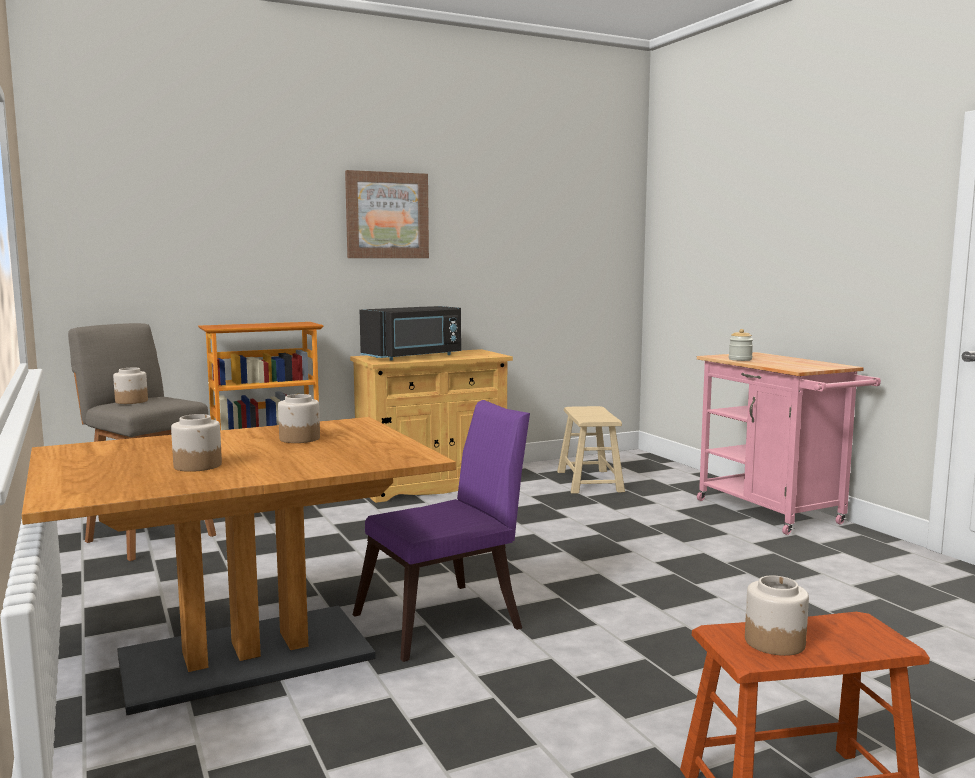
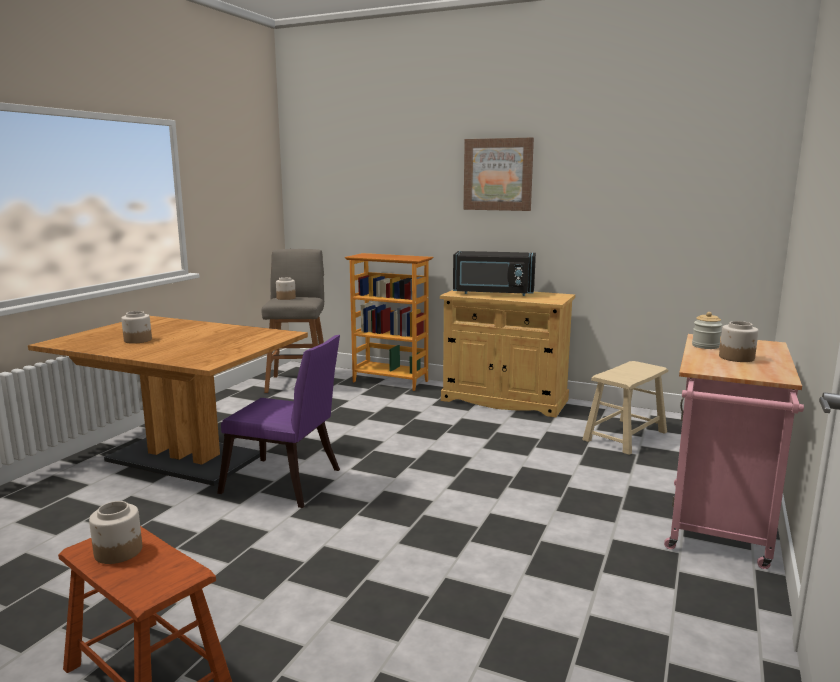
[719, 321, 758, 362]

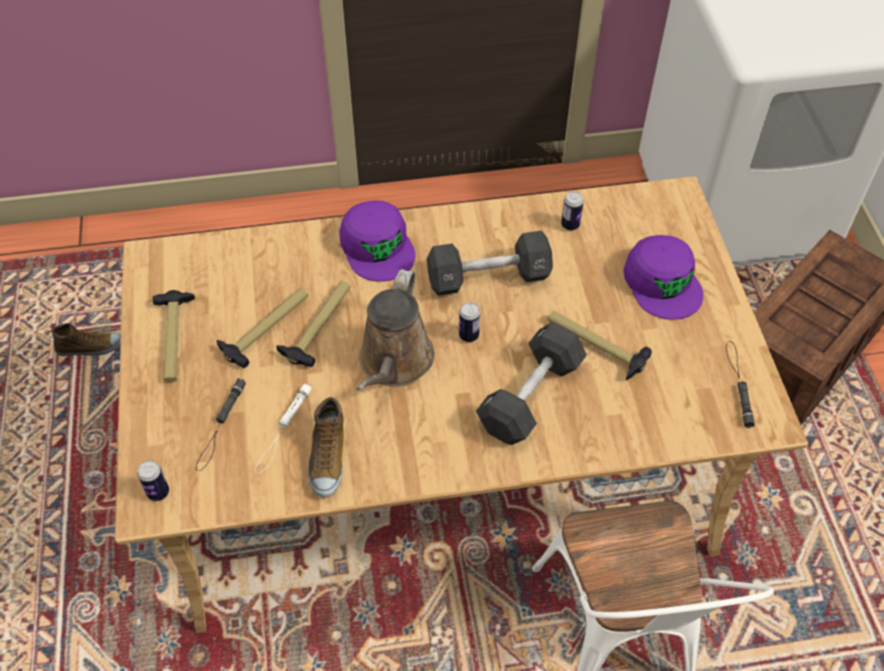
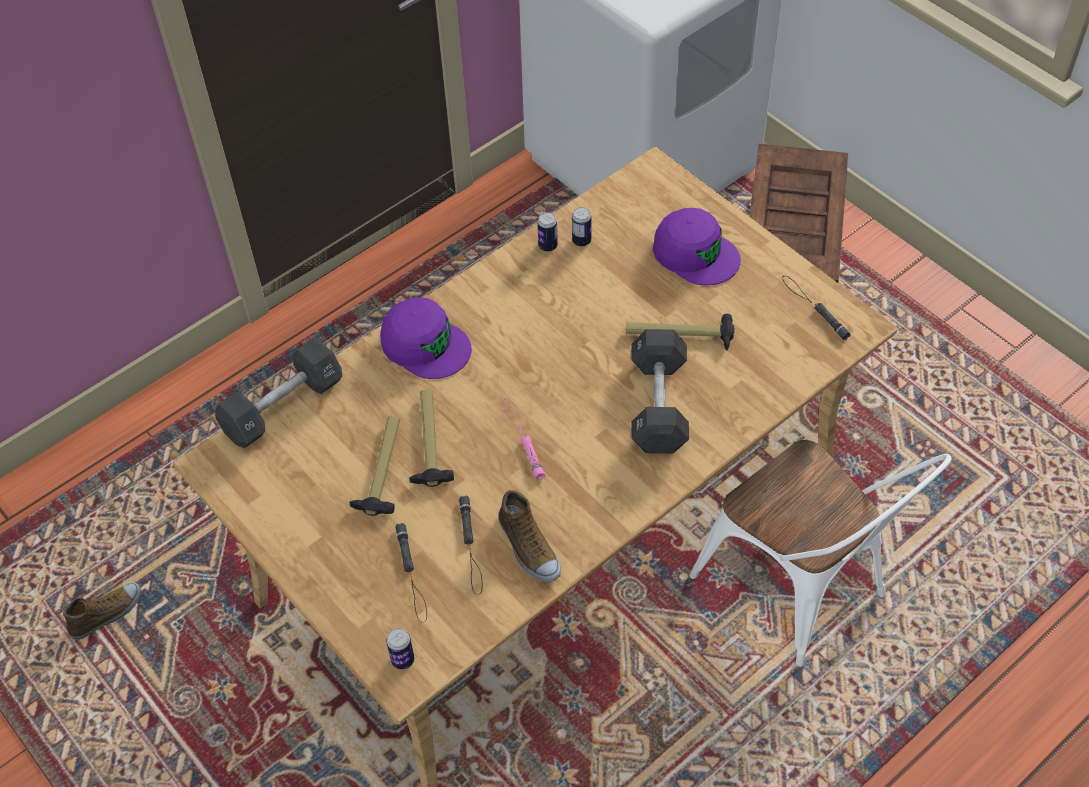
[215, 338, 342, 448]
[503, 398, 545, 480]
[153, 290, 195, 382] (first image)
[537, 212, 558, 252]
[459, 496, 483, 595]

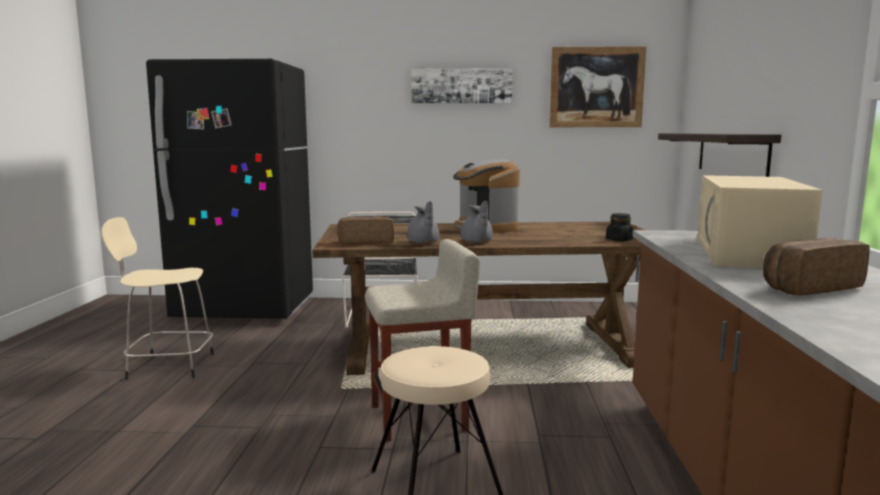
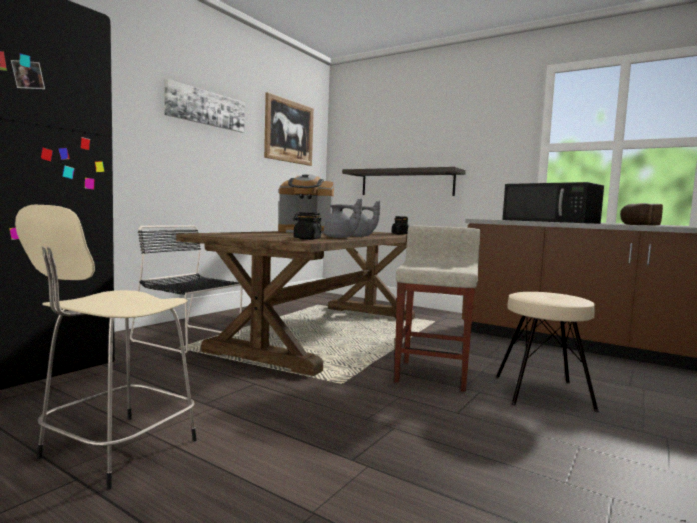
[503, 182, 604, 224]
[293, 212, 322, 240]

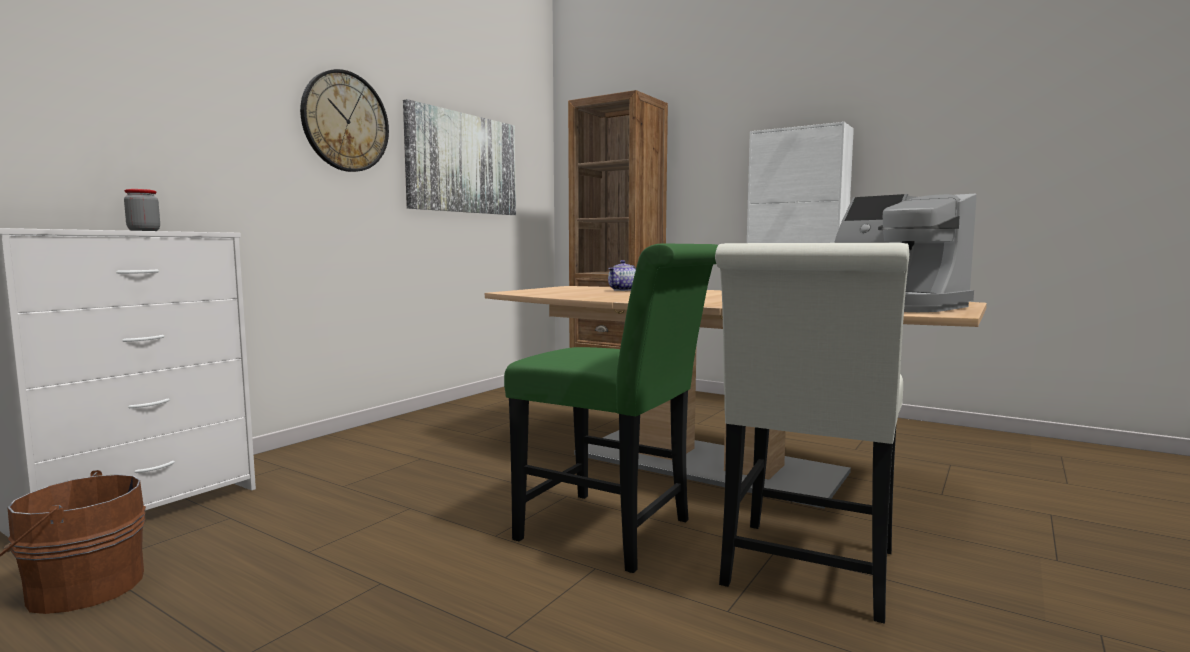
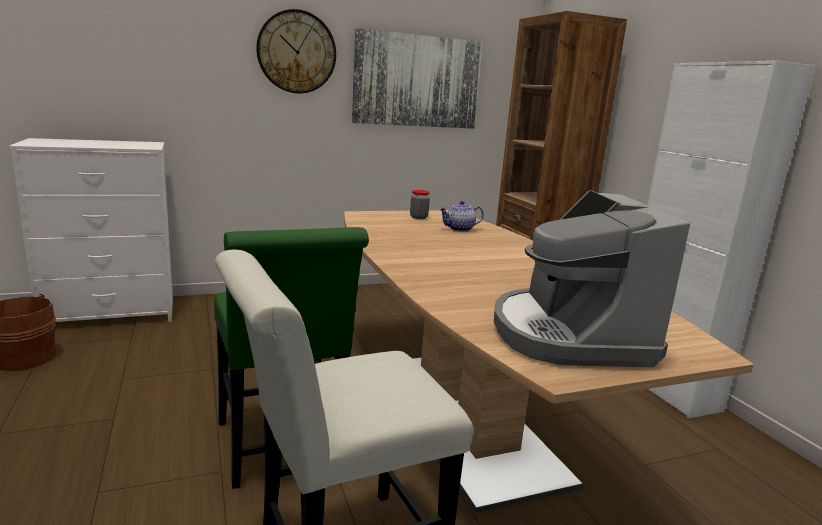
[410, 190, 430, 219]

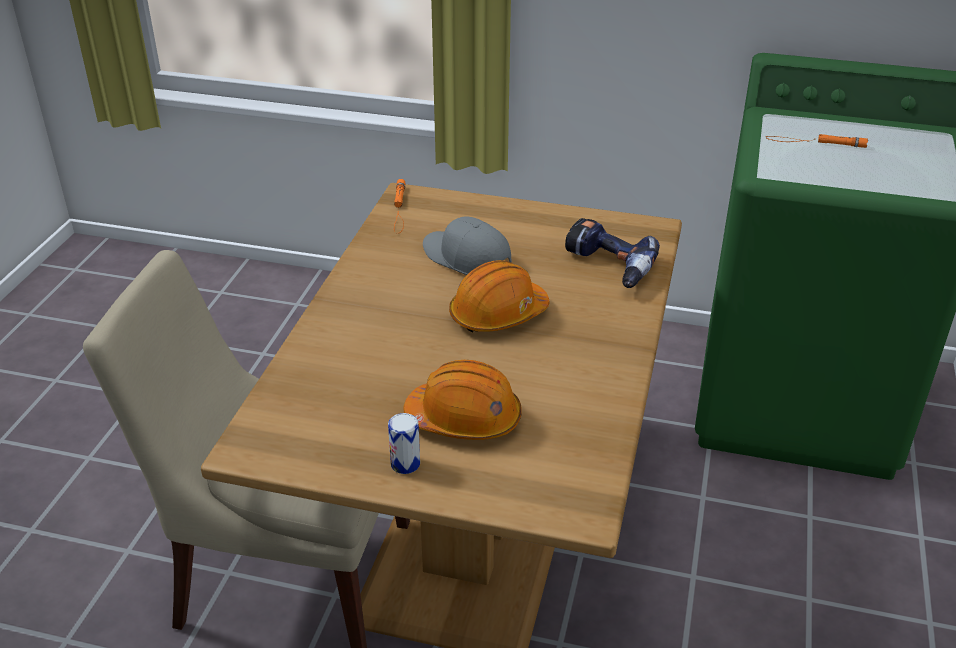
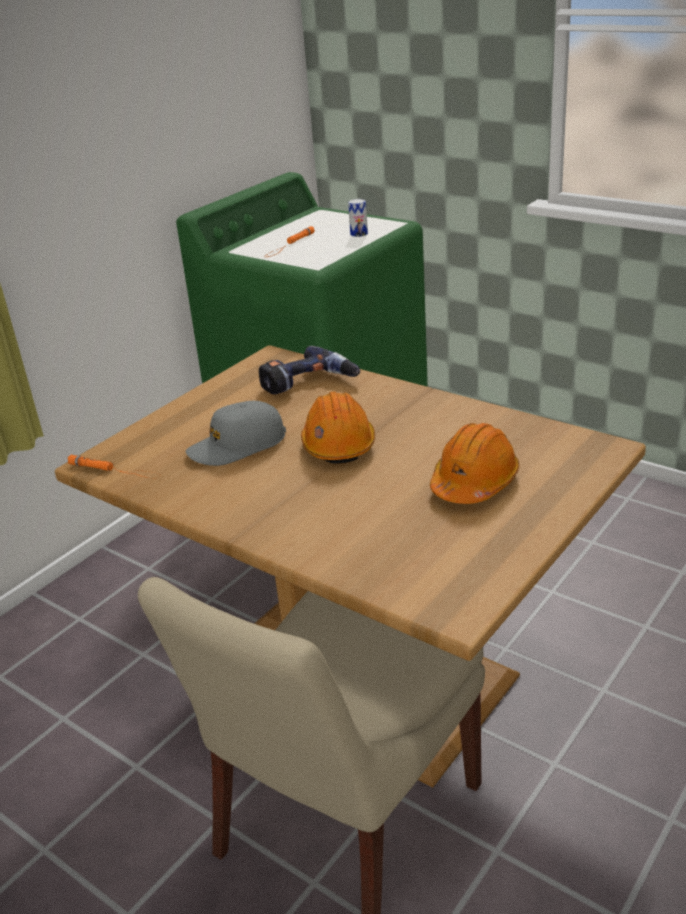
[348, 199, 368, 237]

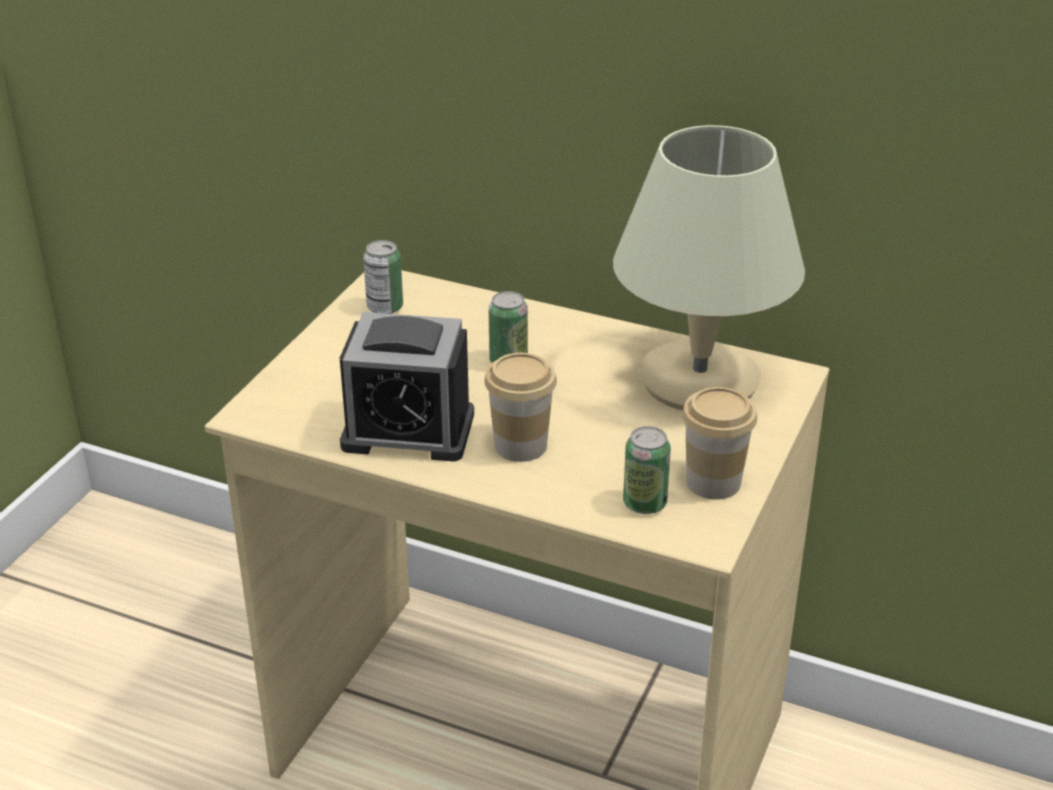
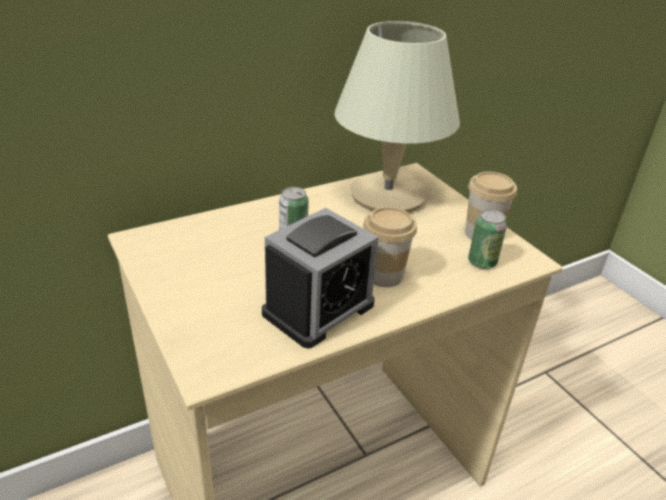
[363, 240, 403, 314] (first image)

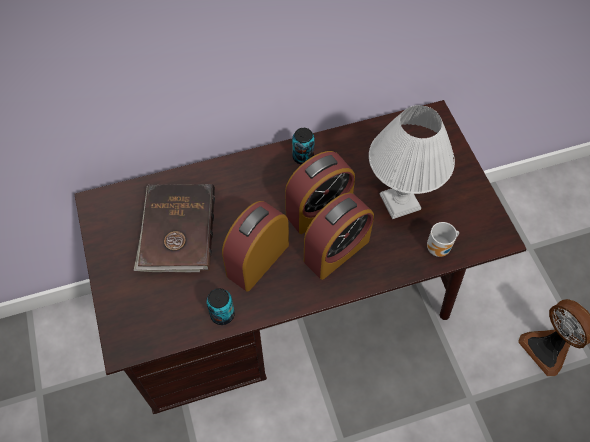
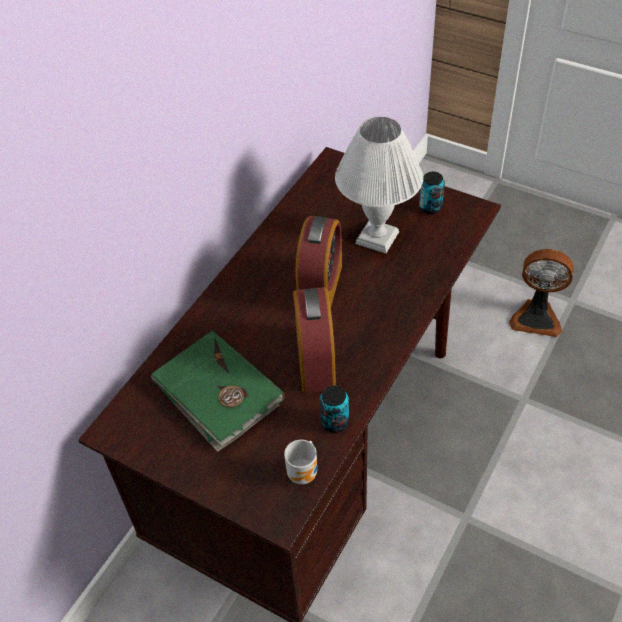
[419, 172, 445, 214]
[150, 330, 284, 452]
[304, 193, 374, 280] (first image)
[284, 440, 317, 485]

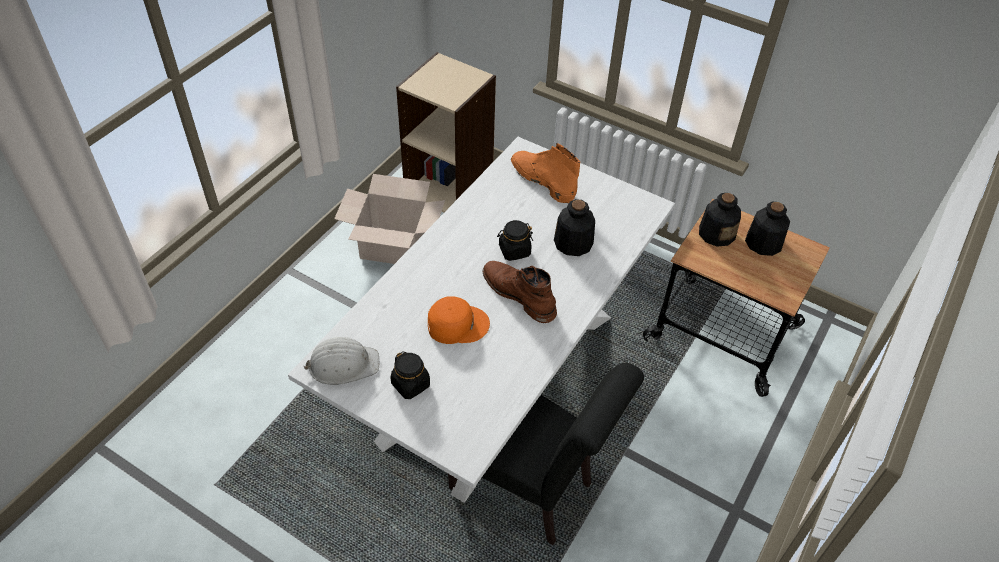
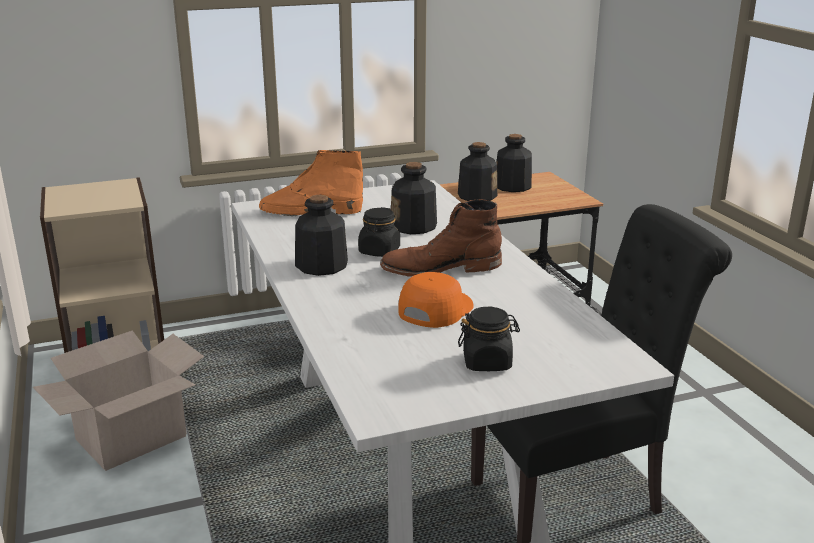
[304, 337, 379, 385] (first image)
[295, 195, 348, 276]

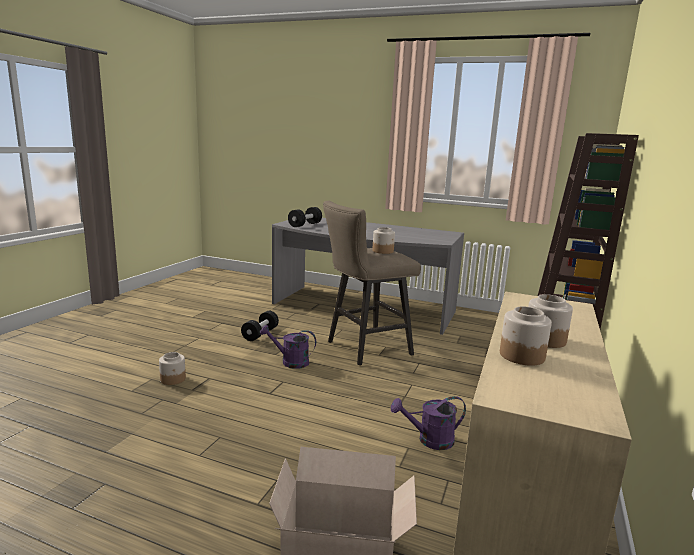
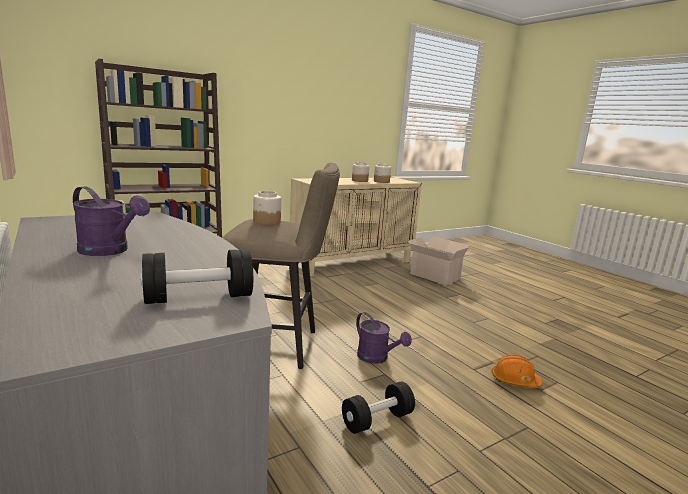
[492, 355, 543, 388]
[73, 186, 150, 256]

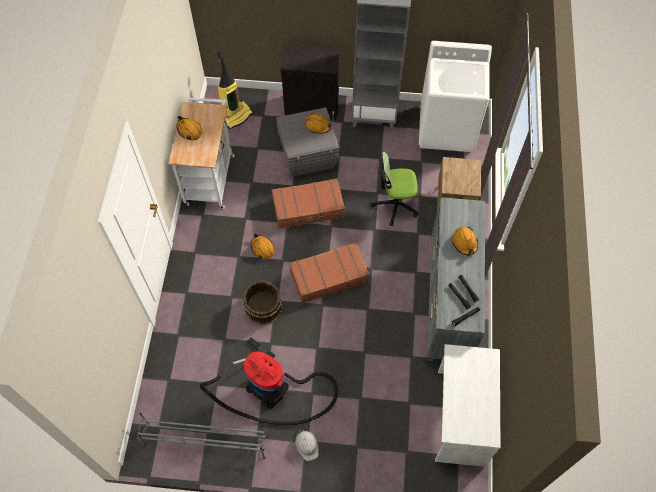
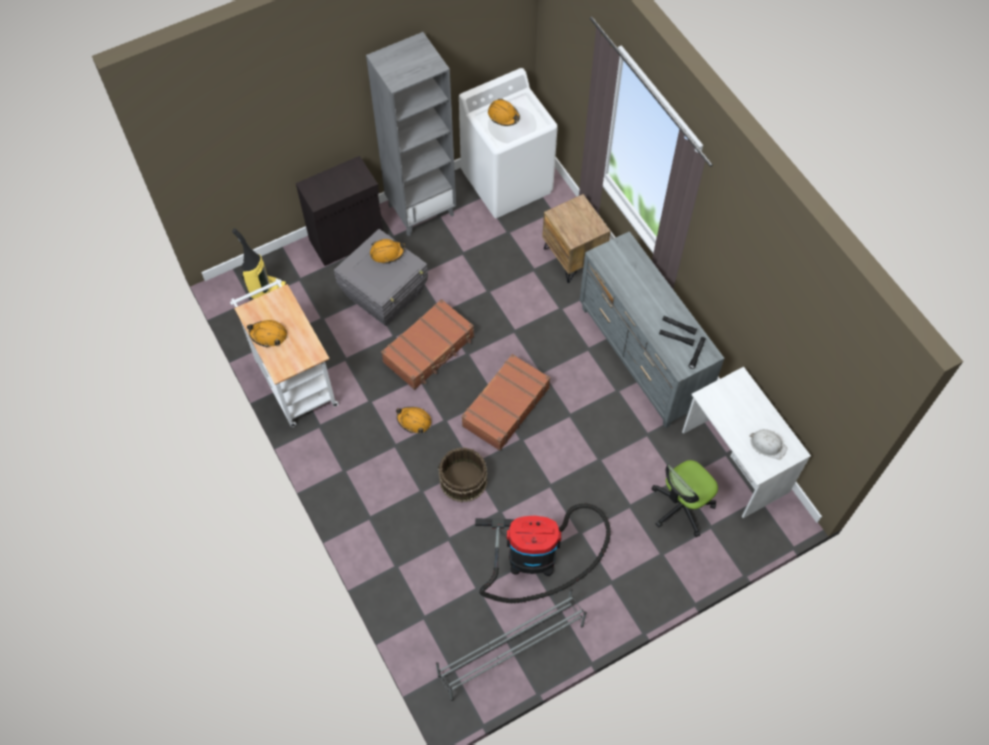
[651, 460, 718, 537]
[488, 99, 520, 126]
[749, 429, 787, 459]

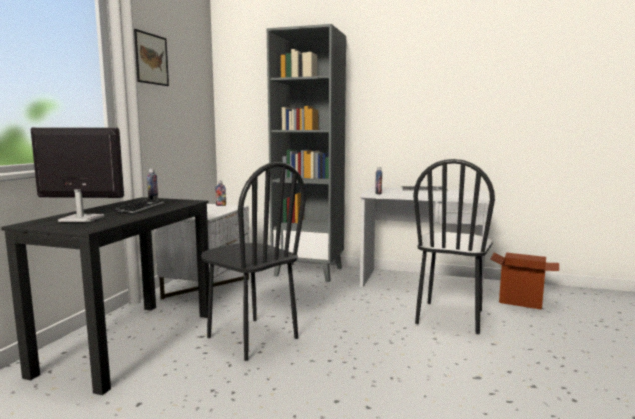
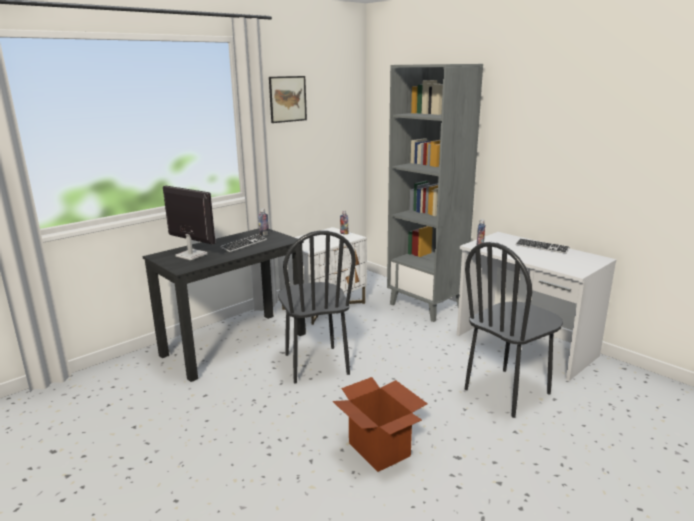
[332, 377, 428, 472]

